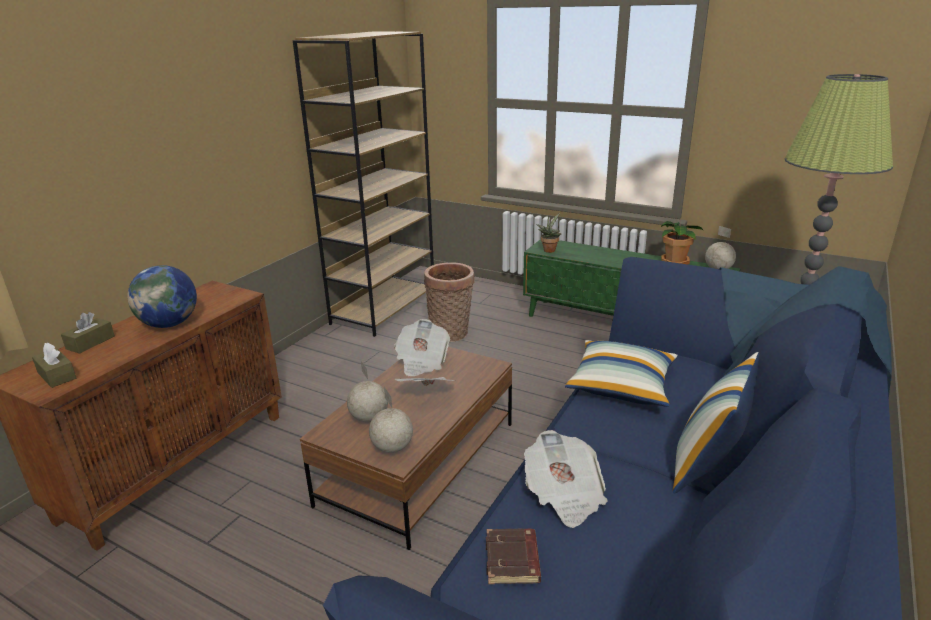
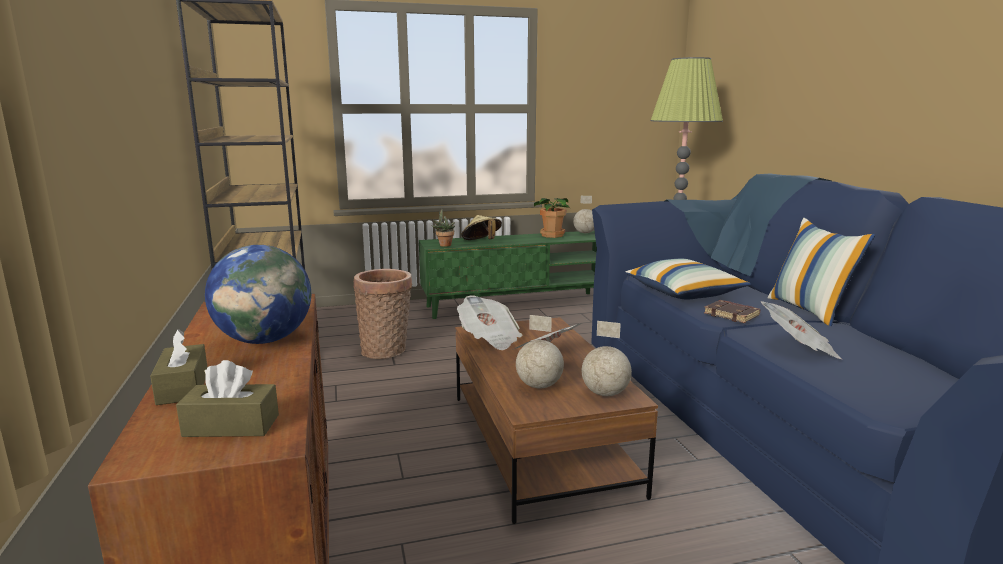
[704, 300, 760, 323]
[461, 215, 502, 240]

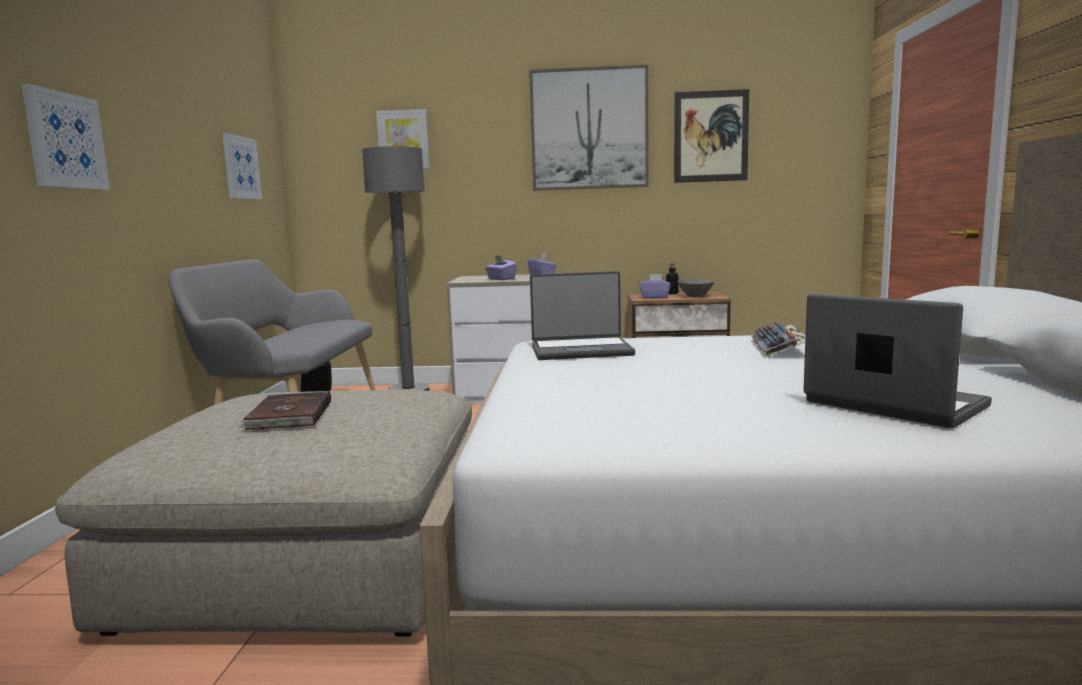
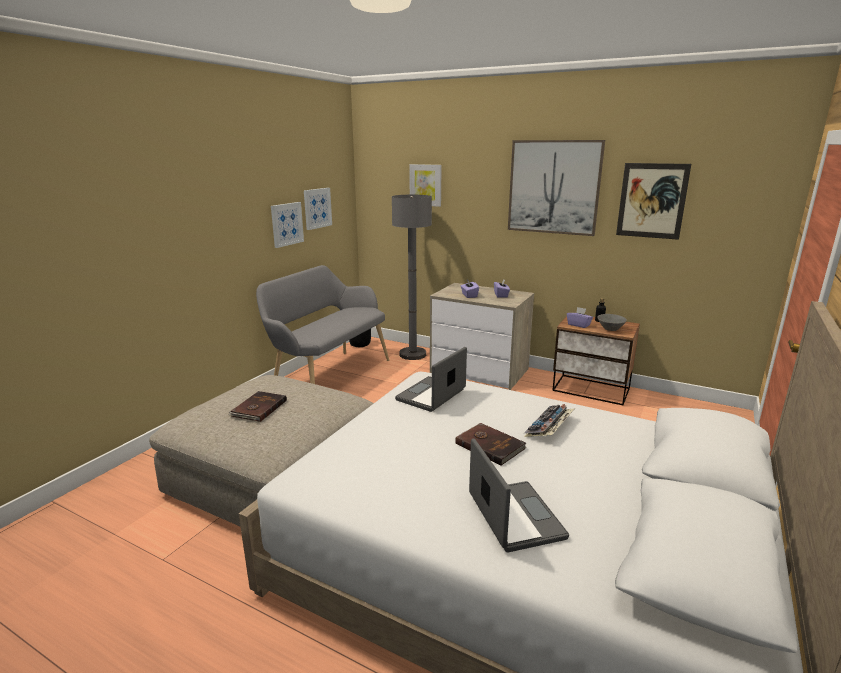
[271, 202, 304, 248]
[395, 347, 467, 412]
[455, 423, 526, 466]

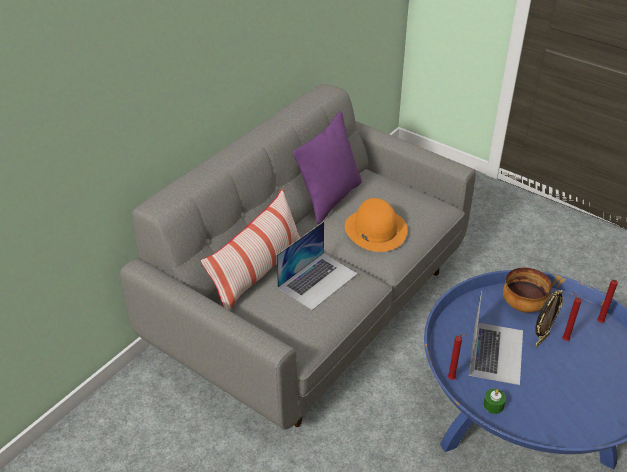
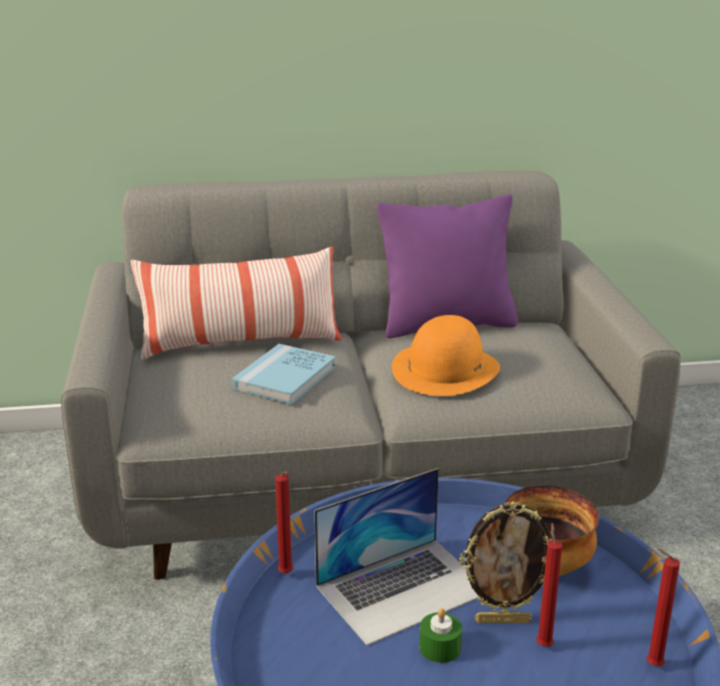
[232, 344, 336, 405]
[419, 608, 462, 663]

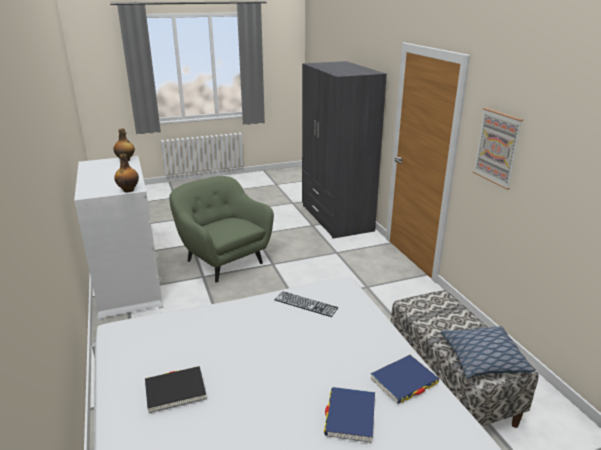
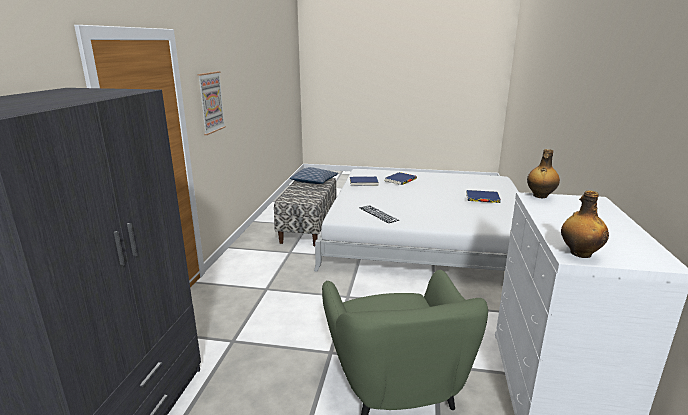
[466, 190, 501, 203]

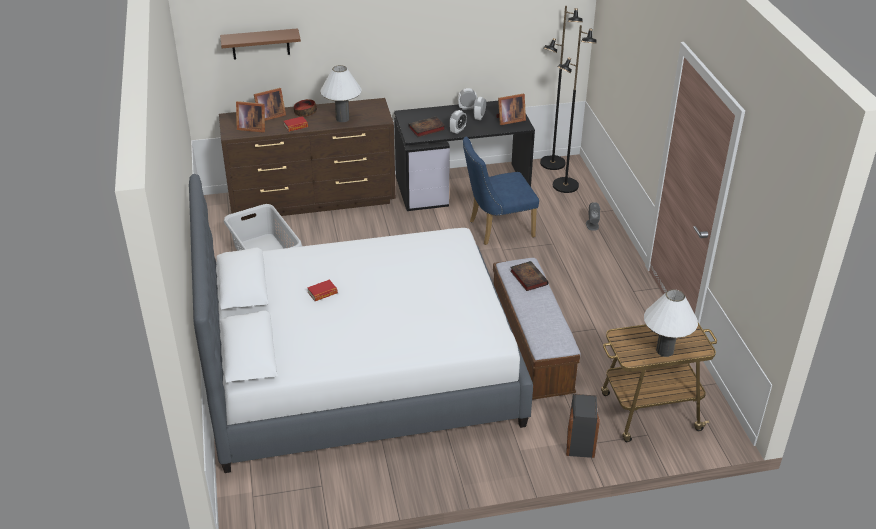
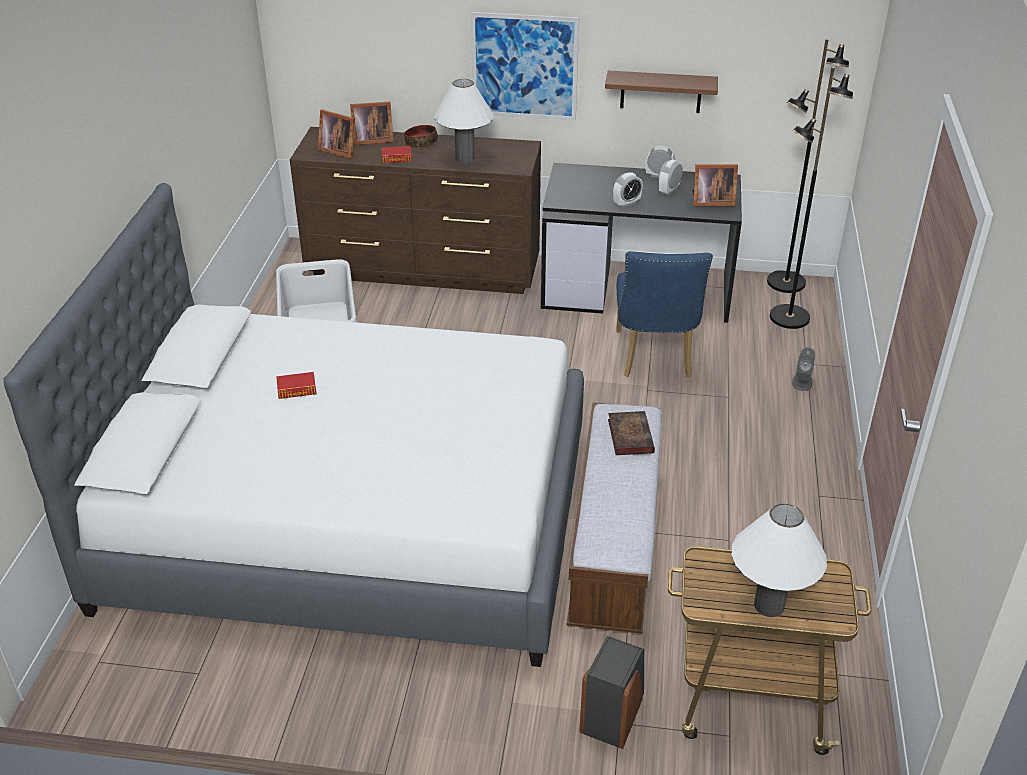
[605, 71, 718, 113]
[408, 117, 445, 137] (first image)
[616, 251, 713, 377]
[471, 12, 579, 121]

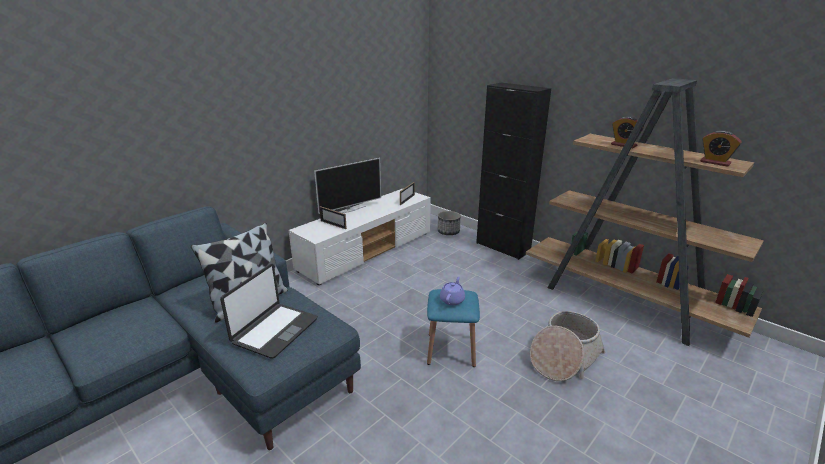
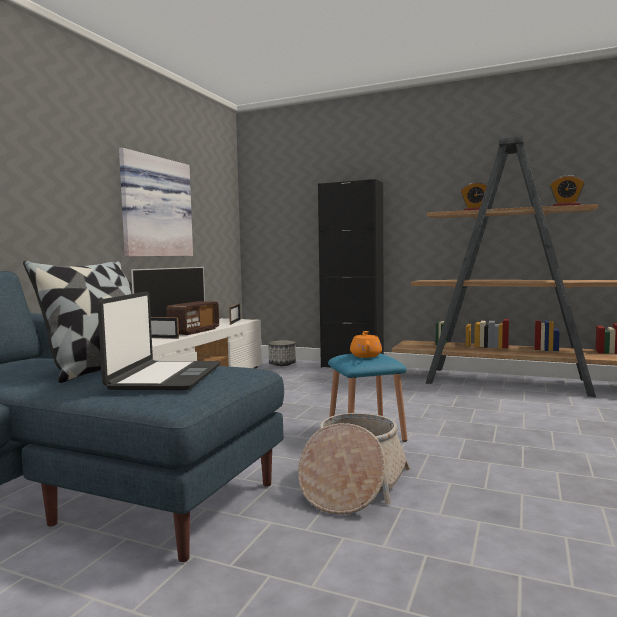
[350, 331, 382, 358]
[298, 413, 410, 515]
[119, 148, 193, 257]
[166, 301, 219, 335]

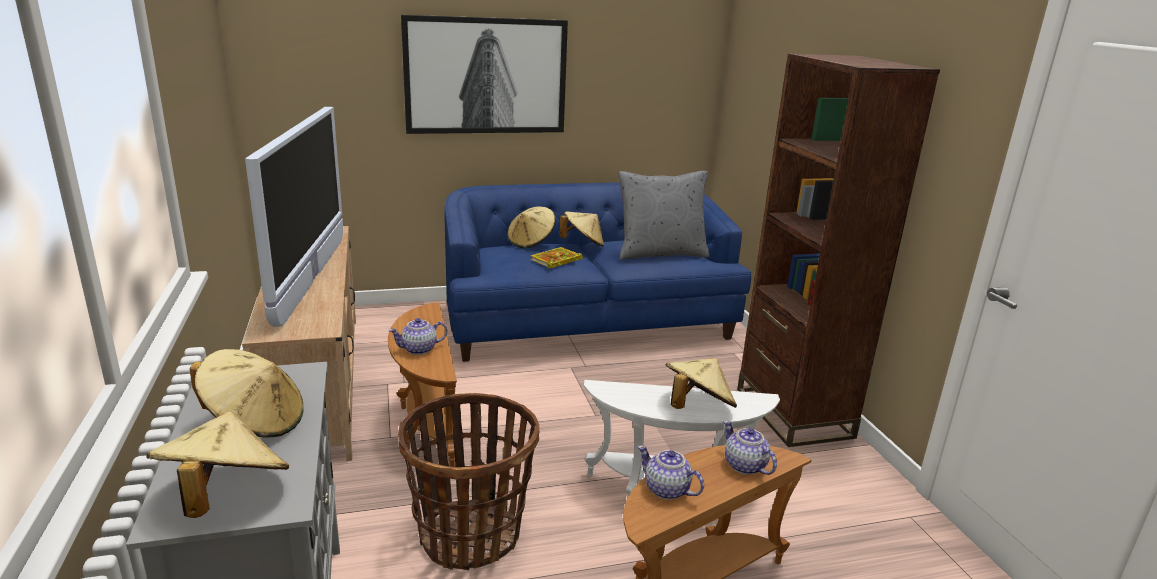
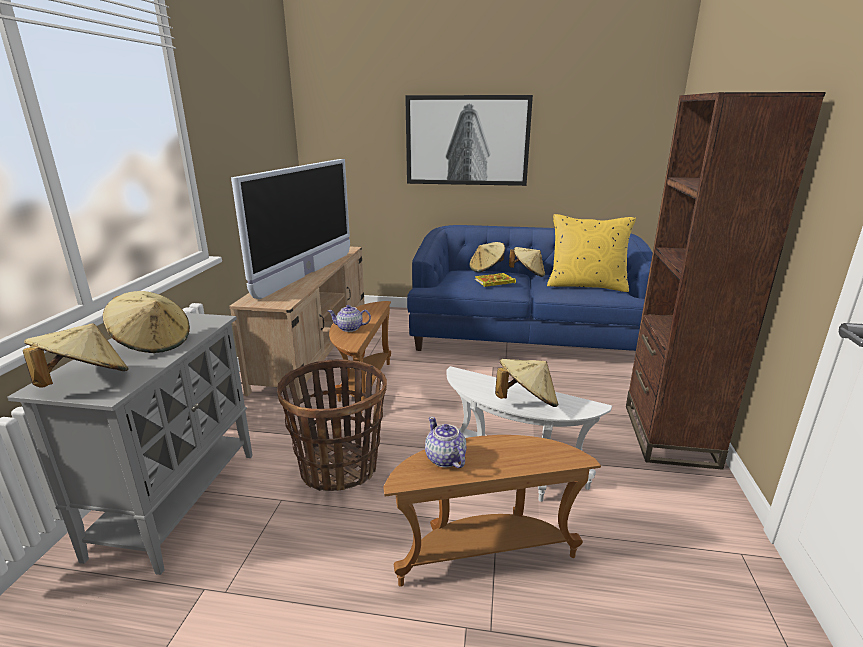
[547, 214, 636, 292]
[723, 420, 777, 475] (first image)

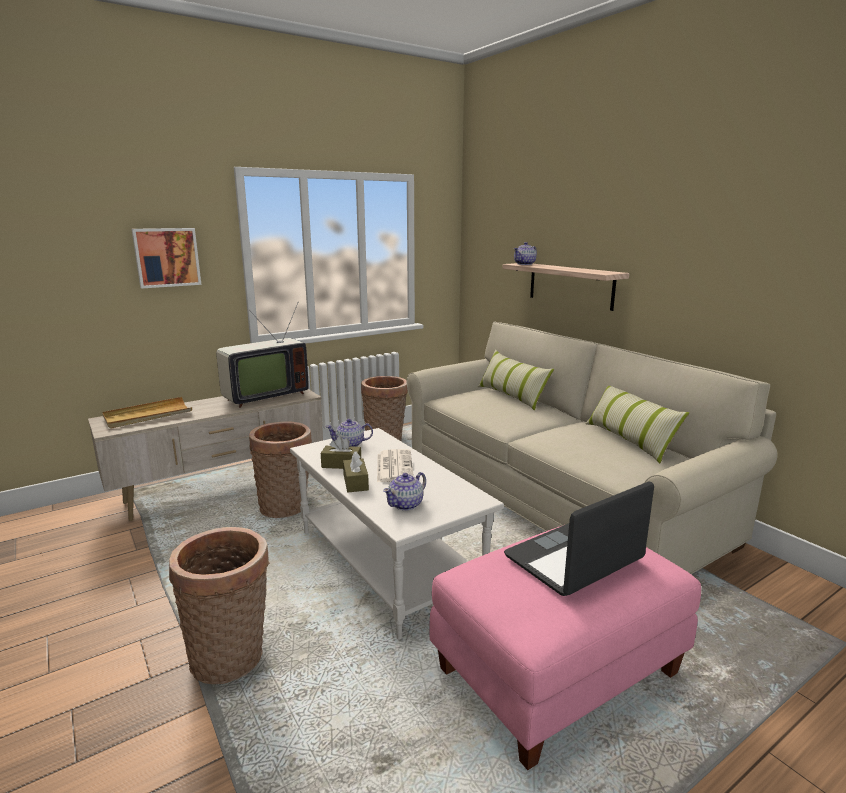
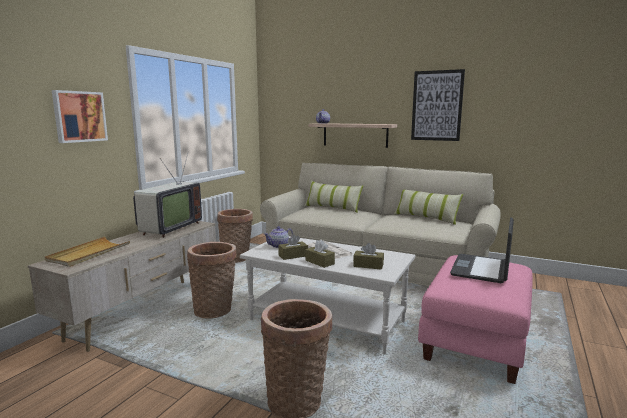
[353, 243, 384, 270]
[411, 69, 465, 141]

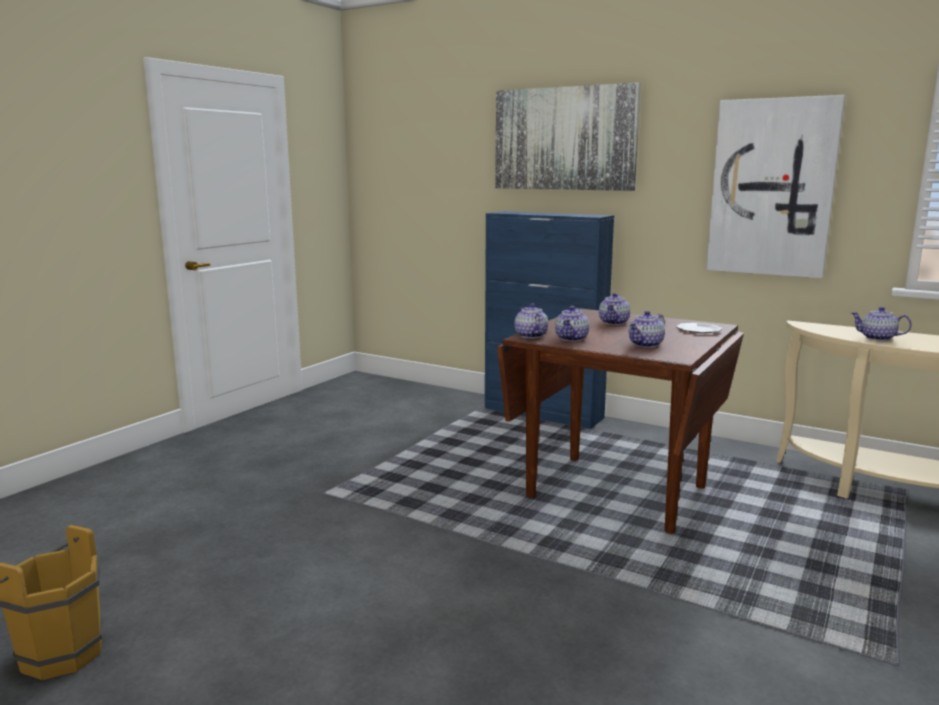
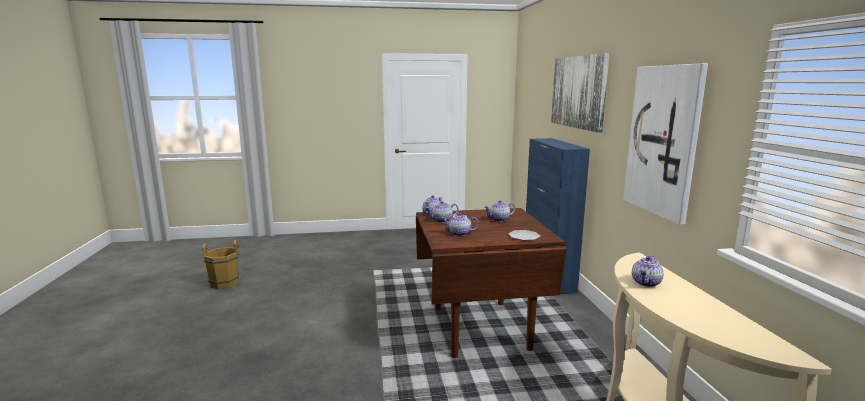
[632, 256, 664, 287]

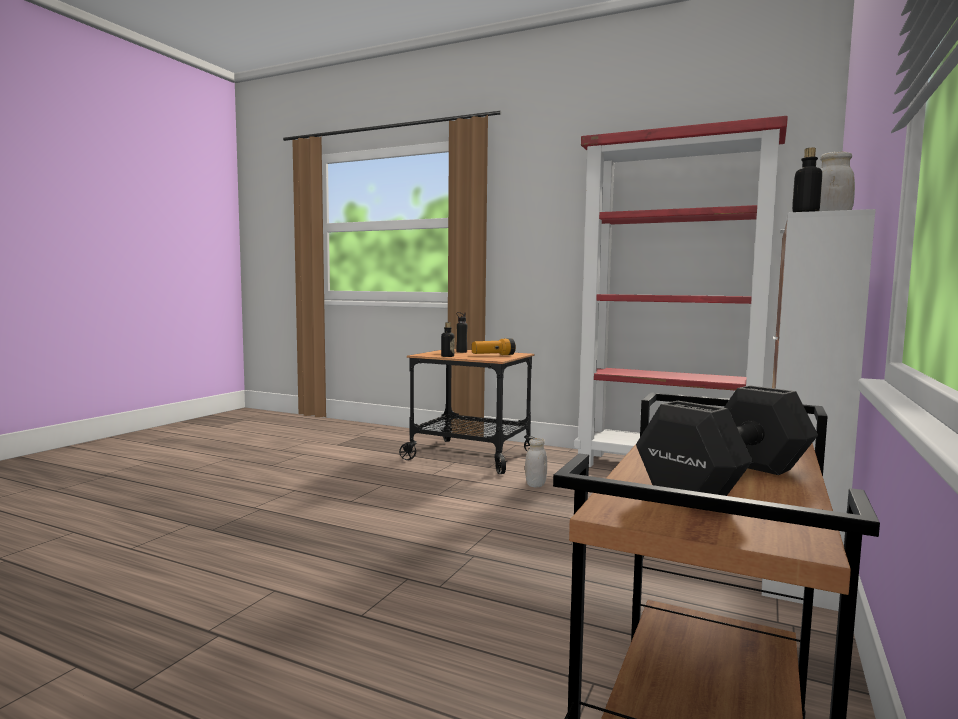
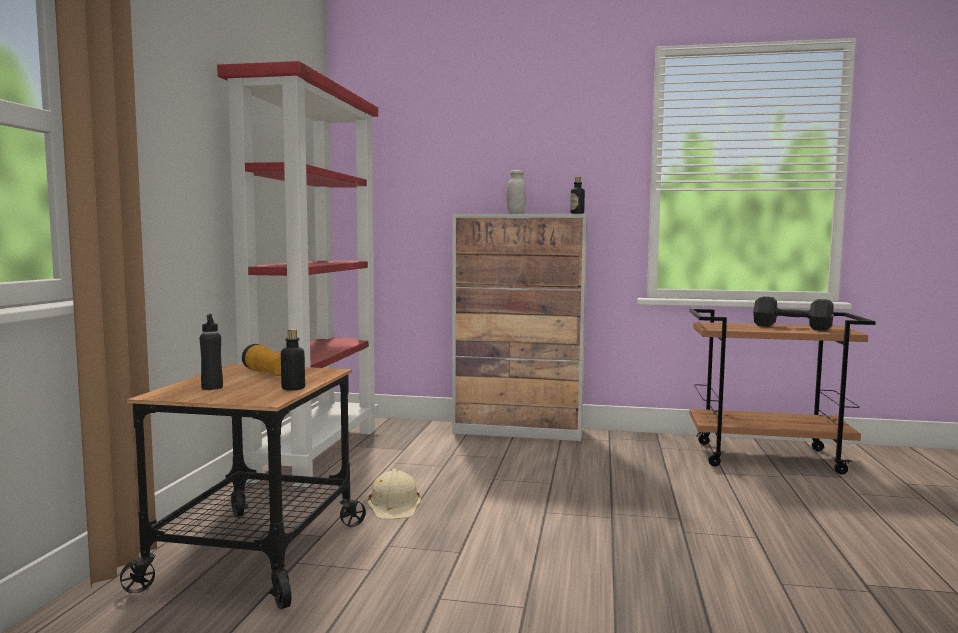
[368, 469, 421, 519]

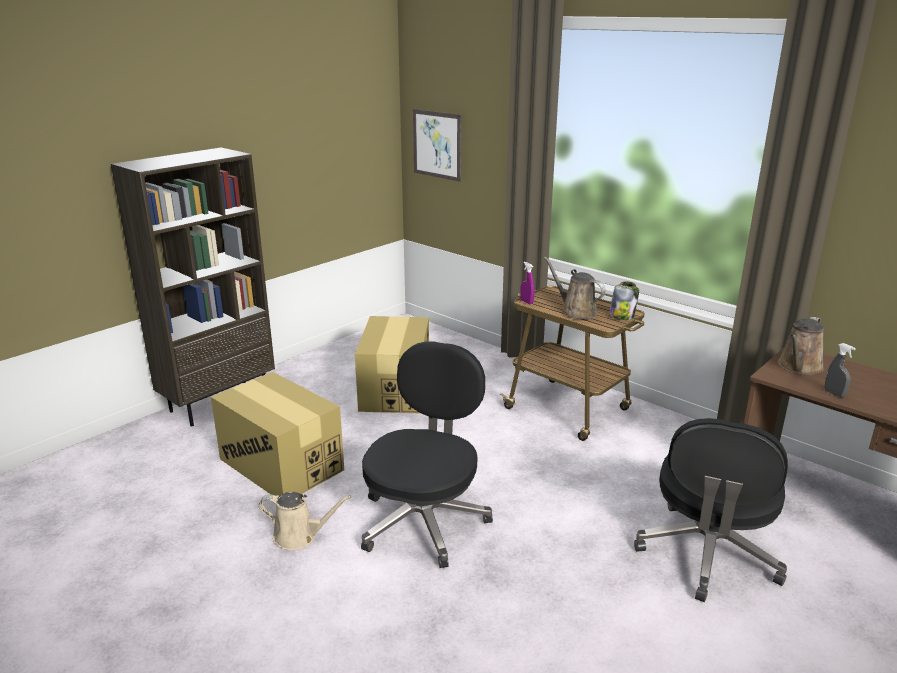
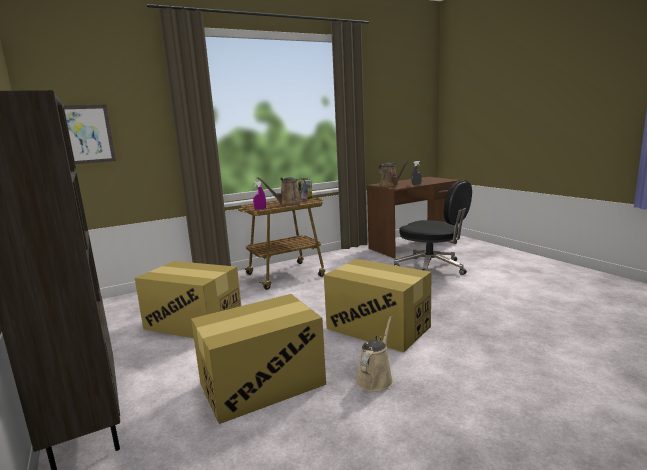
[324, 259, 432, 352]

